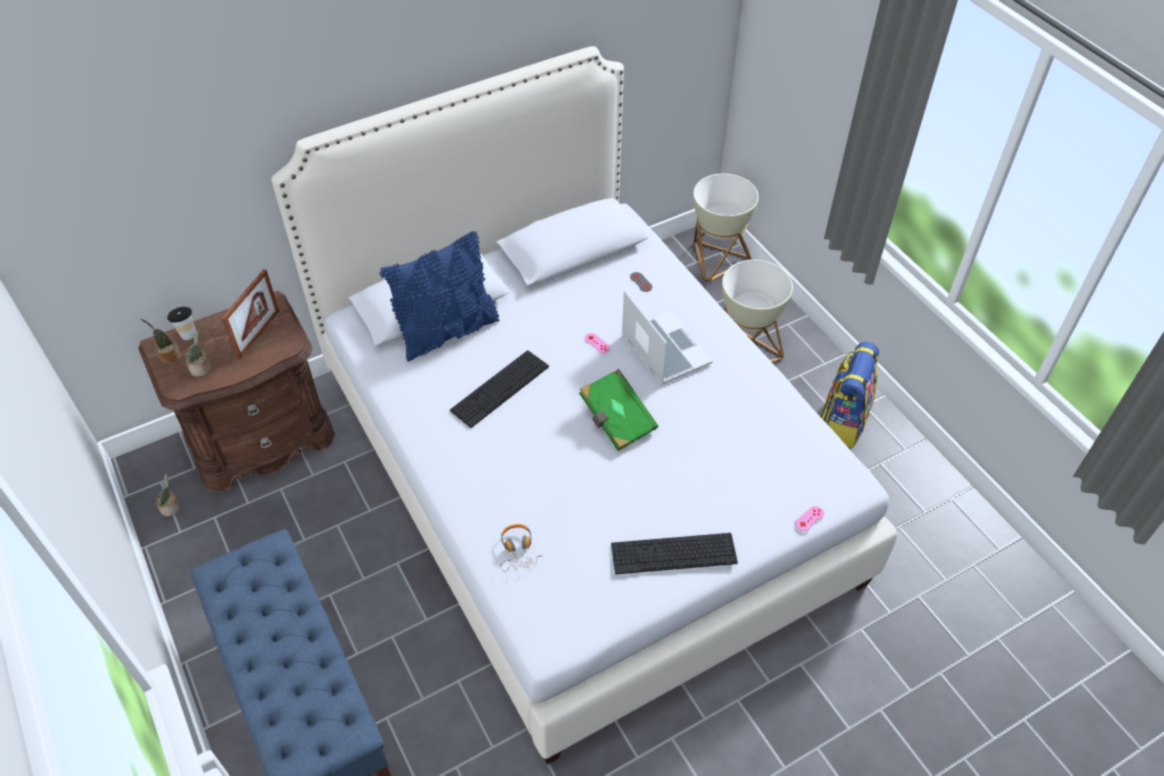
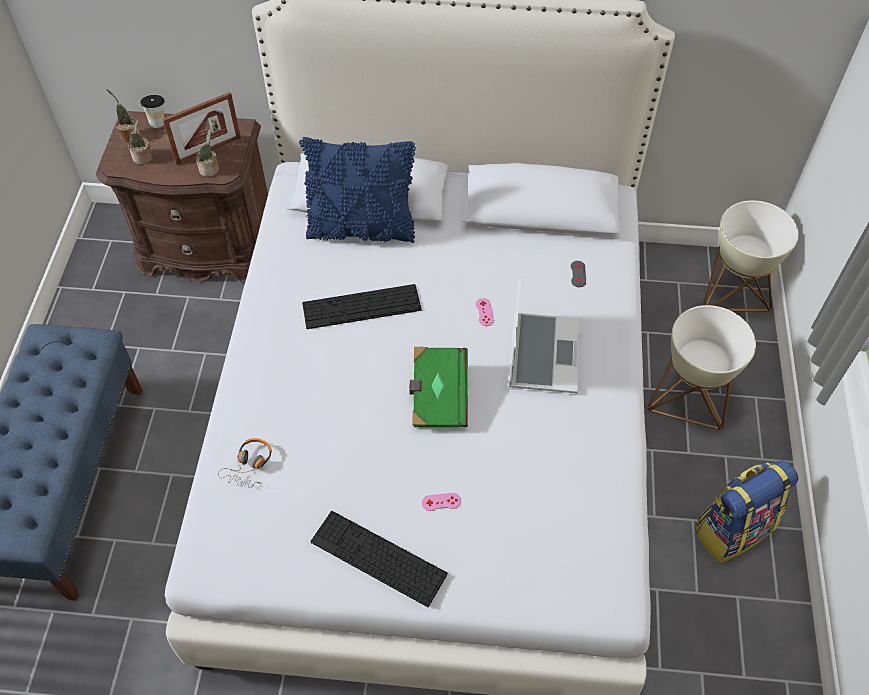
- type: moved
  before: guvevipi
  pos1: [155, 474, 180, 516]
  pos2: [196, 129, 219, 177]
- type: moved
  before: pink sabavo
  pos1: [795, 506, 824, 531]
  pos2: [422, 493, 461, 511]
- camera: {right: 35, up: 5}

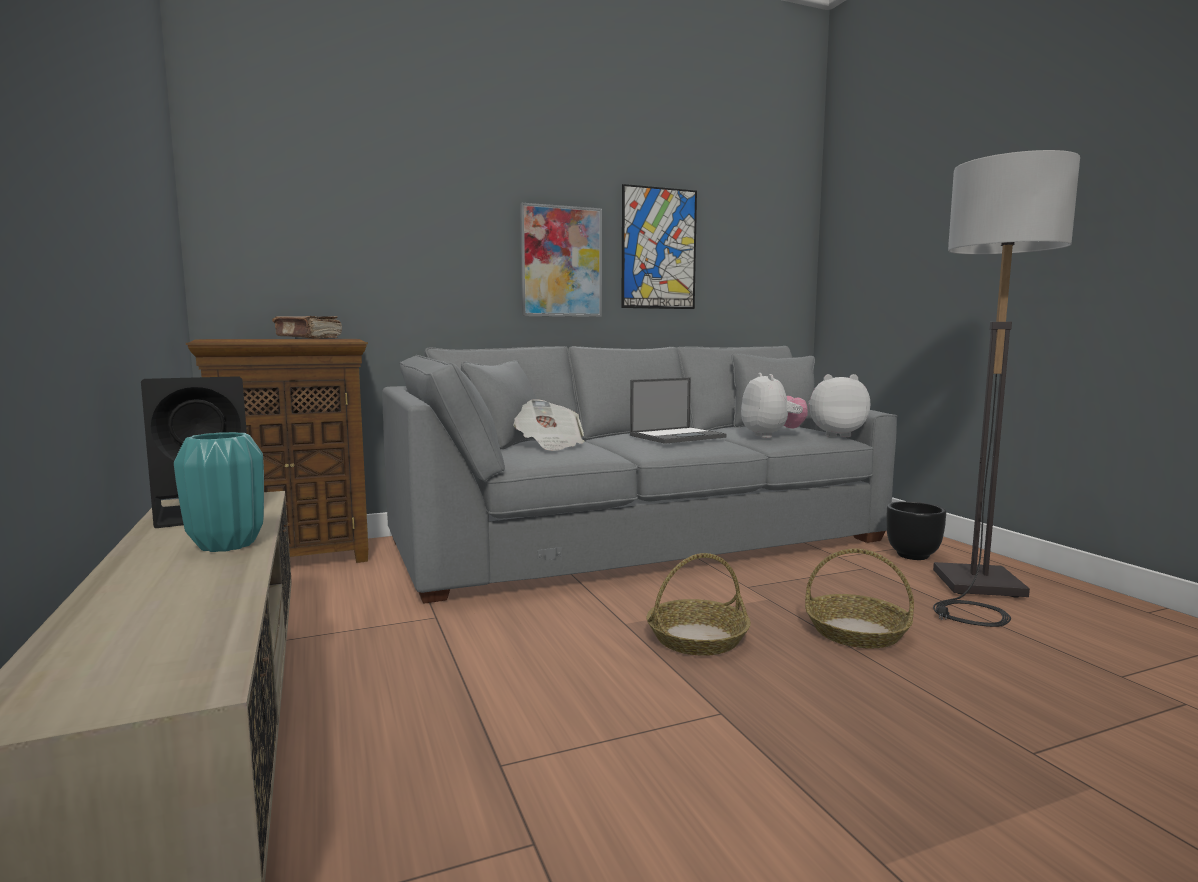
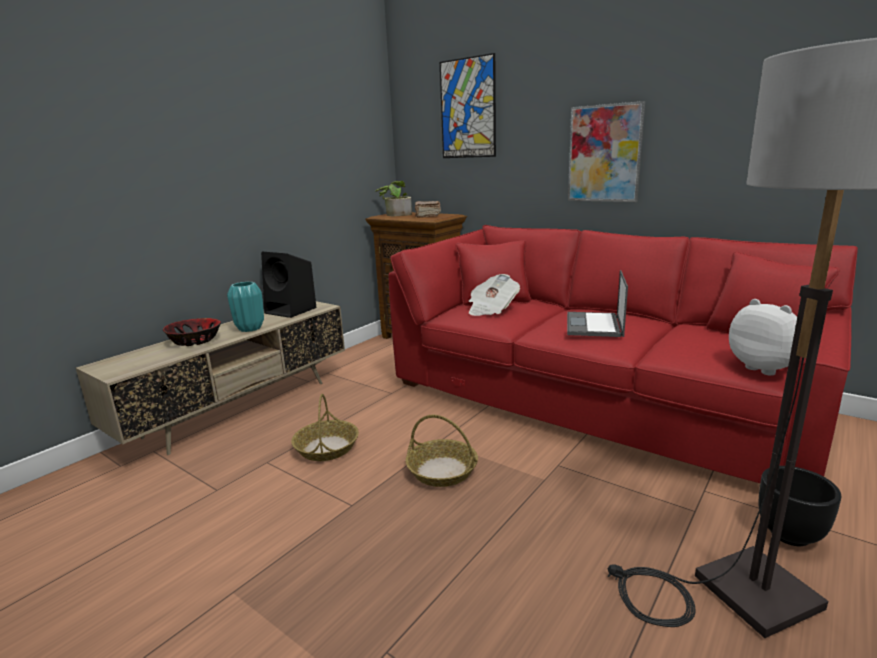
- type: added
  after: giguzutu
  pos2: [163, 318, 221, 346]
- type: moved
  before: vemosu
  pos1: [805, 549, 914, 648]
  pos2: [291, 394, 359, 461]
- type: added
  after: guvevipi
  pos2: [375, 181, 412, 216]
- type: recoloured
  before: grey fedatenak
  after: red fedatenak
  pos1: [382, 346, 898, 603]
  pos2: [388, 225, 858, 483]
- type: moved
  before: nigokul
  pos1: [621, 184, 697, 309]
  pos2: [440, 53, 496, 158]
- type: turned
  before: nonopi
  pos1: [630, 377, 727, 444]
  pos2: [567, 270, 628, 337]
  turn: 75
- type: removed
  before: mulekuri
  pos1: [741, 373, 808, 438]
- camera: {right: 60, up: 10}

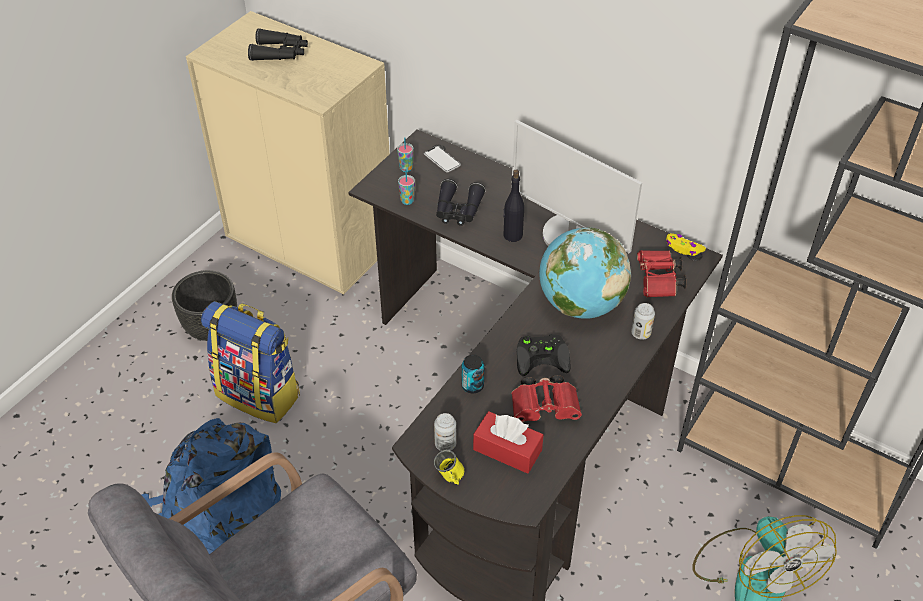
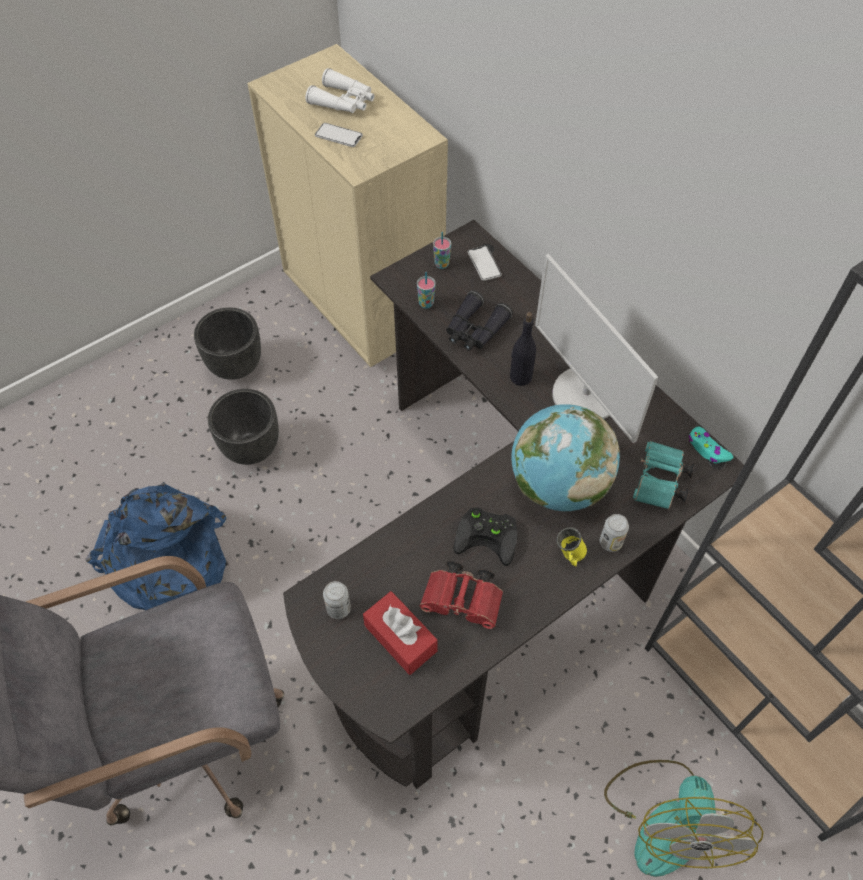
- type: replaced
  before: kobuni
  after: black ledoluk
  pos1: [201, 301, 300, 423]
  pos2: [208, 389, 279, 465]
- type: recoloured
  before: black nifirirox
  after: white nifirirox
  pos1: [248, 28, 308, 61]
  pos2: [305, 68, 375, 113]
- type: added
  after: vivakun
  pos2: [315, 123, 363, 147]
- type: moved
  before: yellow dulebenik
  pos1: [434, 450, 464, 485]
  pos2: [557, 527, 587, 567]
- type: recoloured
  before: red nifirirox
  after: turquoise nifirirox
  pos1: [637, 250, 687, 298]
  pos2: [633, 441, 695, 509]
- type: recoloured
  before: yellow sabavo
  after: turquoise sabavo
  pos1: [666, 233, 706, 256]
  pos2: [689, 427, 733, 464]
- type: removed
  before: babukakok
  pos1: [462, 355, 485, 393]
- camera: {right: 20, up: 10}

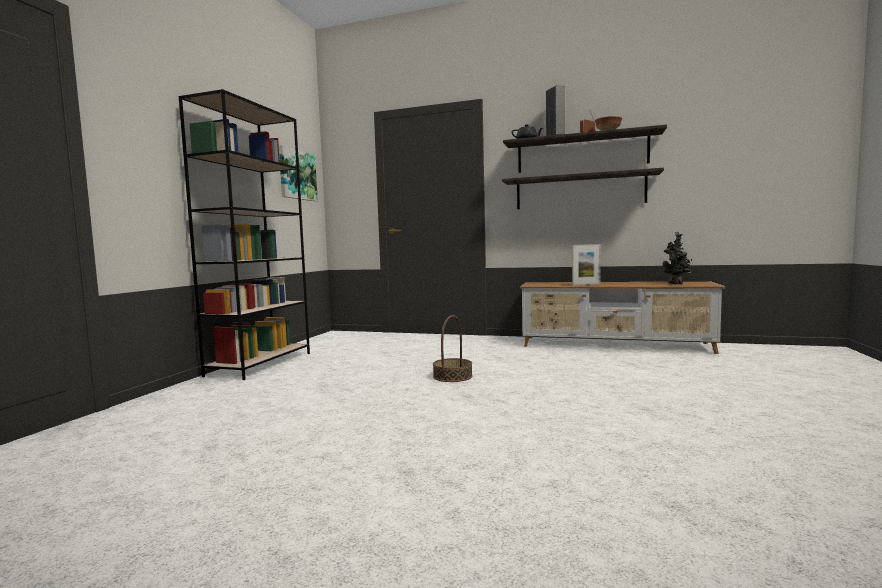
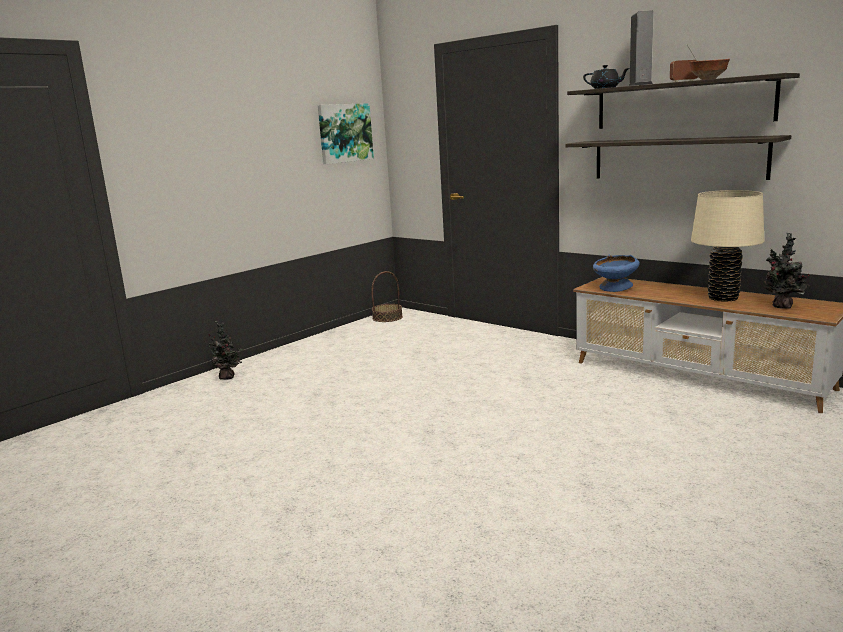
- type: added
  after: guvevipi
  pos2: [204, 321, 243, 380]
- type: moved
  before: vemosu
  pos1: [433, 315, 473, 382]
  pos2: [371, 271, 403, 322]
- type: added
  after: blue giguzutu
  pos2: [593, 255, 640, 292]
- type: added
  after: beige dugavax
  pos2: [691, 190, 764, 302]
- type: removed
  before: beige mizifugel
  pos1: [179, 89, 310, 380]
- type: removed
  before: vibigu
  pos1: [572, 244, 601, 285]
- camera: {right: 25, up: 10}

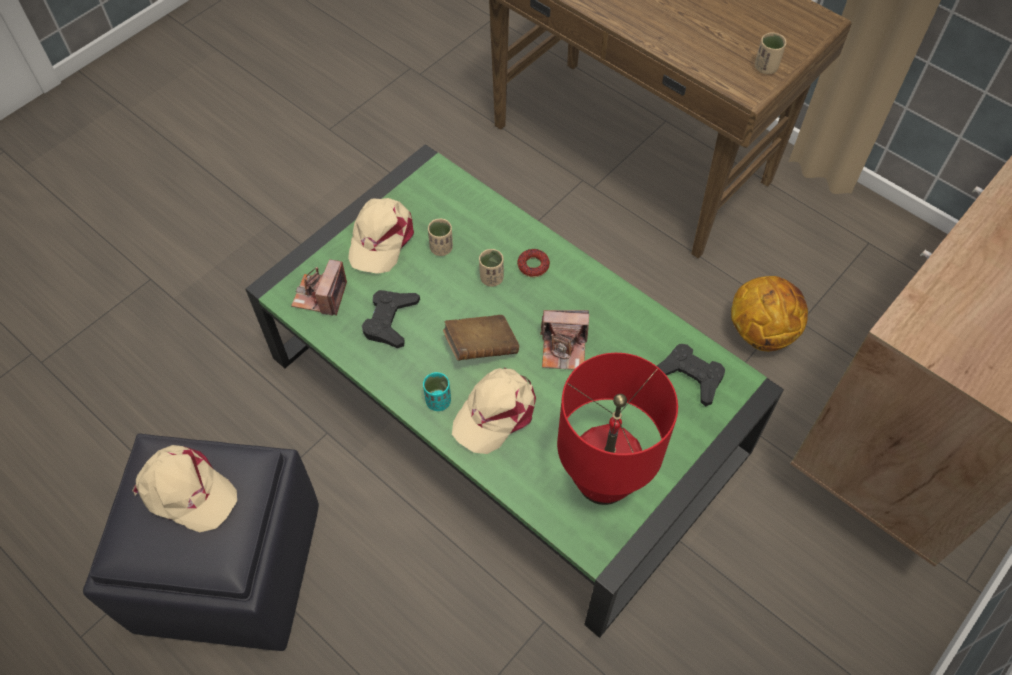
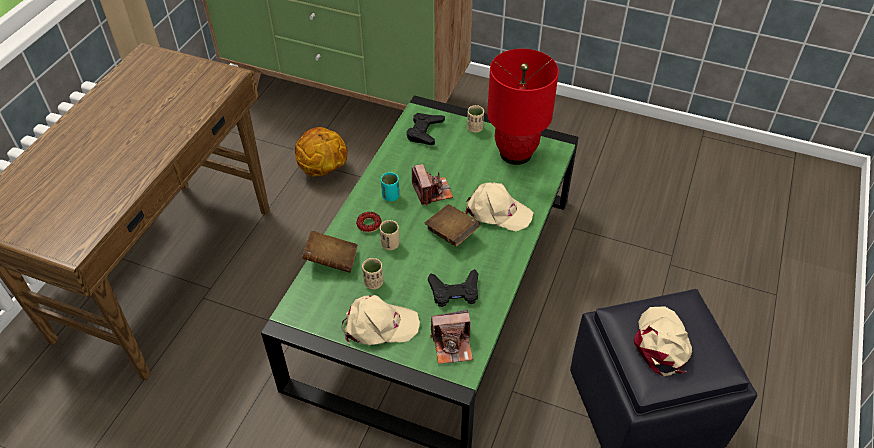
- type: added
  after: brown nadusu
  pos2: [302, 231, 358, 273]
- type: moved
  before: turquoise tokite
  pos1: [423, 372, 451, 411]
  pos2: [381, 172, 400, 201]
- type: moved
  before: beige tokite
  pos1: [755, 33, 786, 74]
  pos2: [467, 105, 484, 133]
- camera: {right: -110, up: -10}

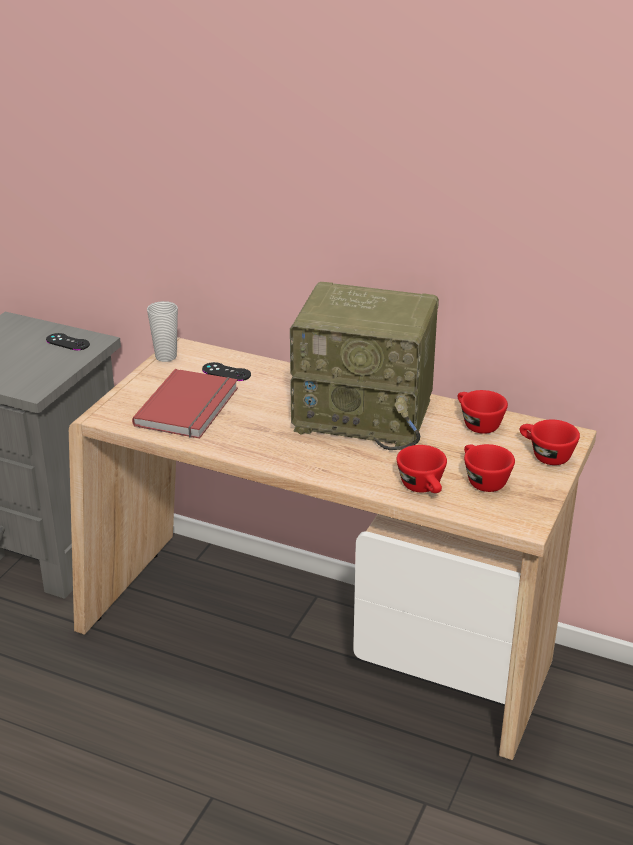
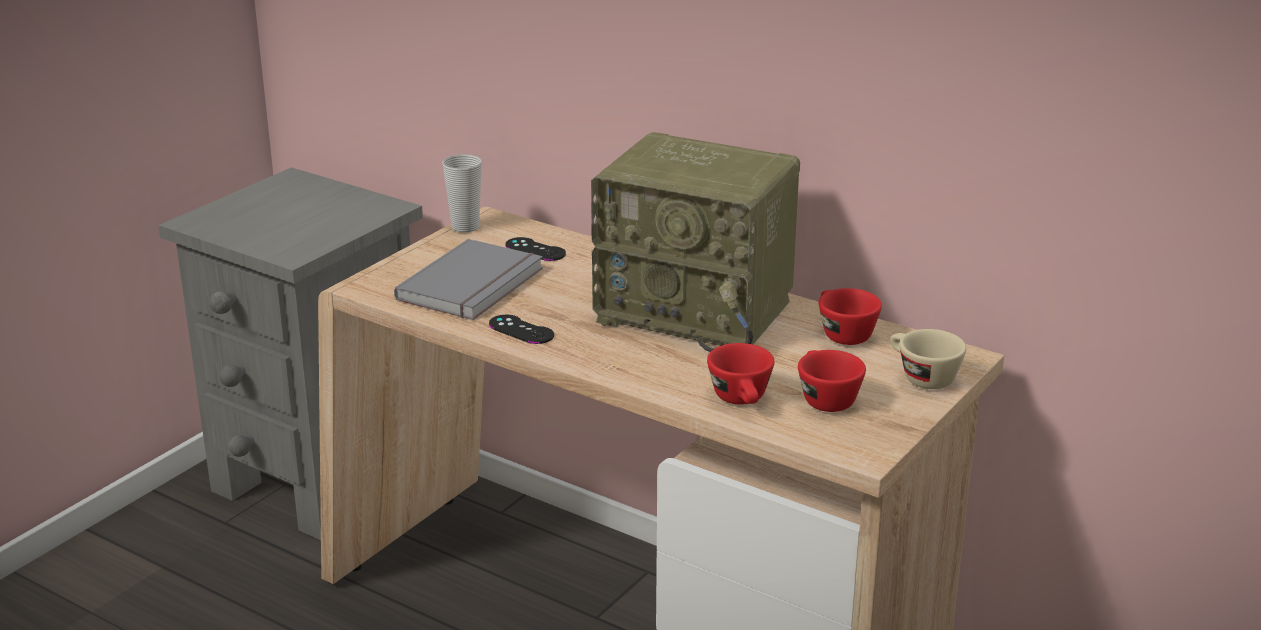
- type: recoloured
  before: red nadusu
  after: grey nadusu
  pos1: [132, 369, 238, 438]
  pos2: [394, 239, 543, 320]
- type: moved
  before: black sabavo
  pos1: [46, 333, 90, 350]
  pos2: [489, 315, 554, 344]
- type: recoloured
  before: red tokite
  after: beige tokite
  pos1: [520, 420, 580, 465]
  pos2: [890, 329, 966, 389]
- camera: {right: 10, up: -5}

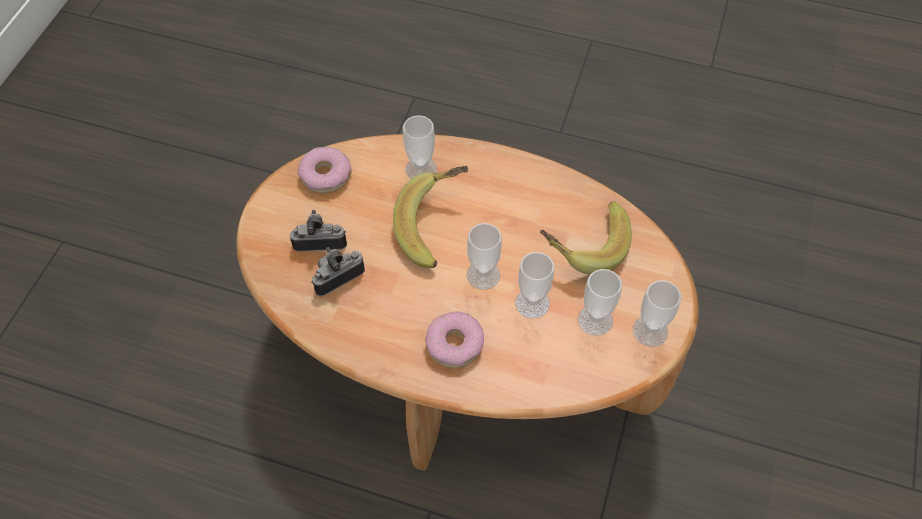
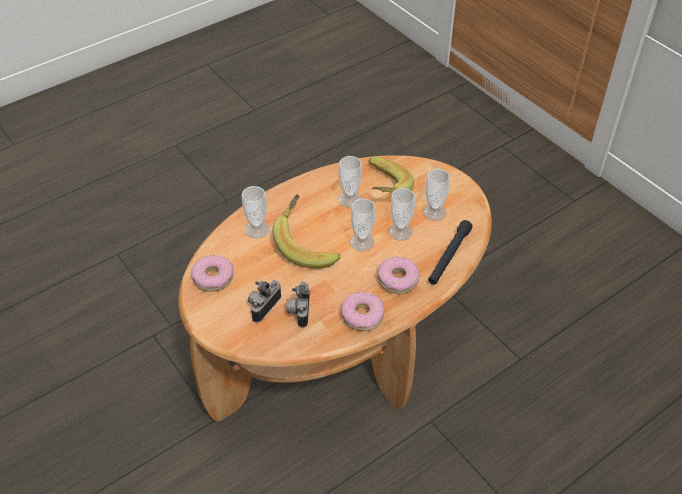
- type: moved
  before: tokite
  pos1: [633, 280, 681, 347]
  pos2: [338, 156, 362, 208]
- type: added
  after: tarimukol
  pos2: [341, 292, 384, 331]
- type: added
  after: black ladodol
  pos2: [428, 220, 473, 284]
- camera: {right: -55, up: -10}

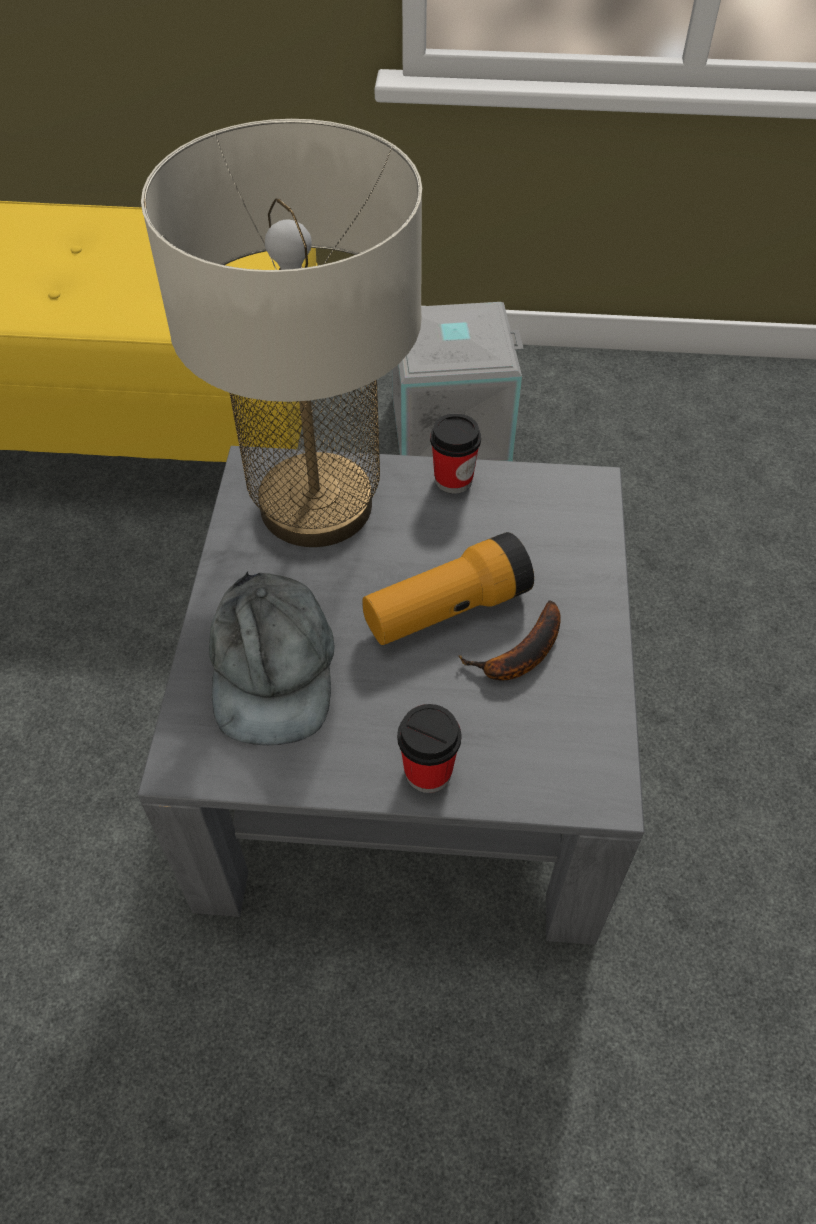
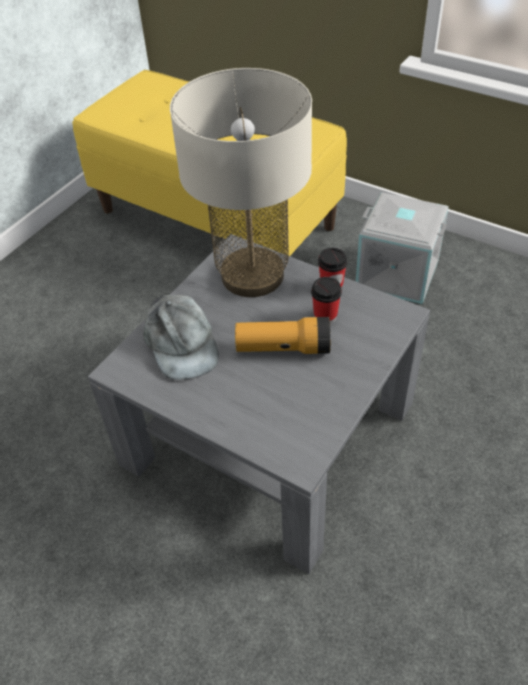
- type: turned
  before: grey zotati
  pos1: [209, 571, 335, 745]
  pos2: [143, 295, 219, 380]
  turn: -45
- type: moved
  before: tokite
  pos1: [397, 704, 461, 793]
  pos2: [311, 277, 342, 324]
- type: removed
  before: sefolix
  pos1: [458, 601, 561, 681]
- camera: {right: 30, up: -5}

